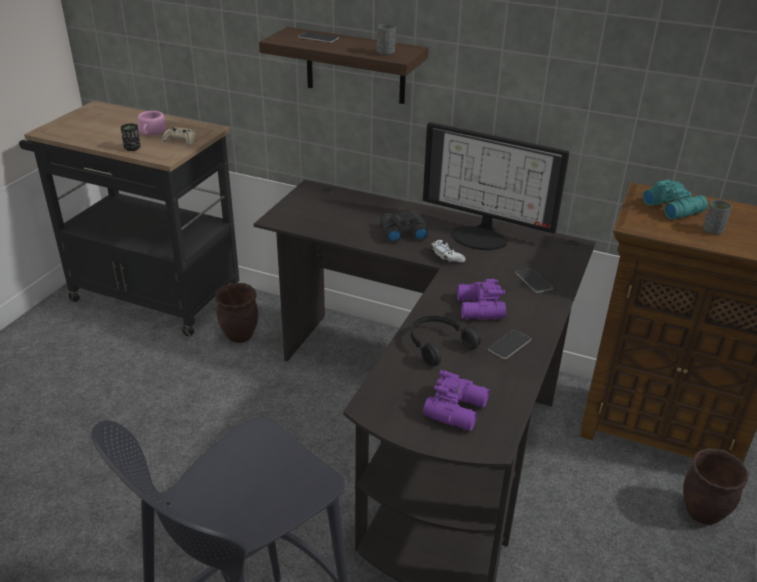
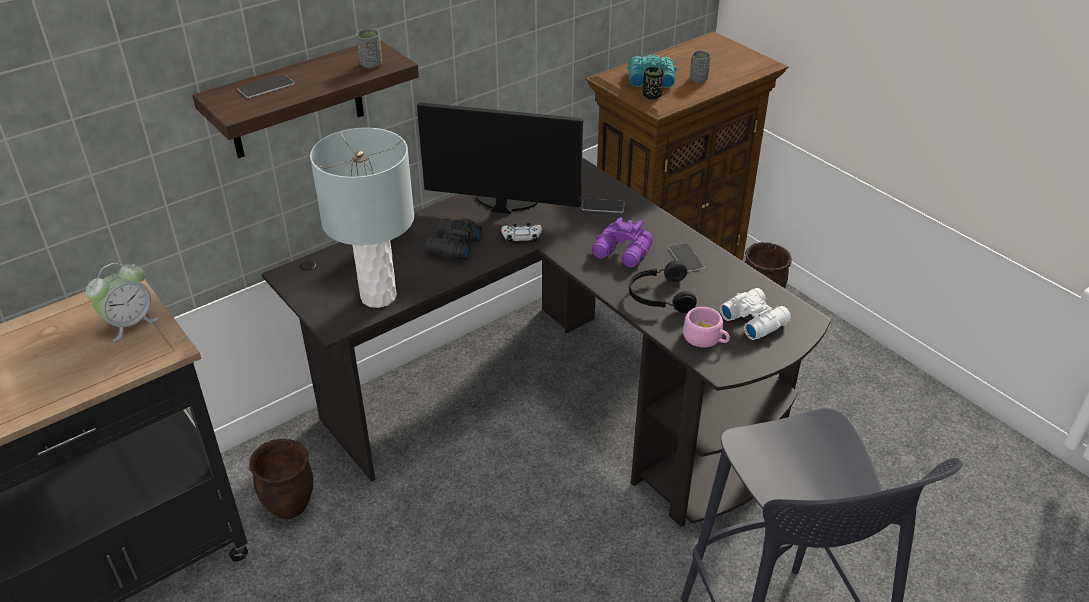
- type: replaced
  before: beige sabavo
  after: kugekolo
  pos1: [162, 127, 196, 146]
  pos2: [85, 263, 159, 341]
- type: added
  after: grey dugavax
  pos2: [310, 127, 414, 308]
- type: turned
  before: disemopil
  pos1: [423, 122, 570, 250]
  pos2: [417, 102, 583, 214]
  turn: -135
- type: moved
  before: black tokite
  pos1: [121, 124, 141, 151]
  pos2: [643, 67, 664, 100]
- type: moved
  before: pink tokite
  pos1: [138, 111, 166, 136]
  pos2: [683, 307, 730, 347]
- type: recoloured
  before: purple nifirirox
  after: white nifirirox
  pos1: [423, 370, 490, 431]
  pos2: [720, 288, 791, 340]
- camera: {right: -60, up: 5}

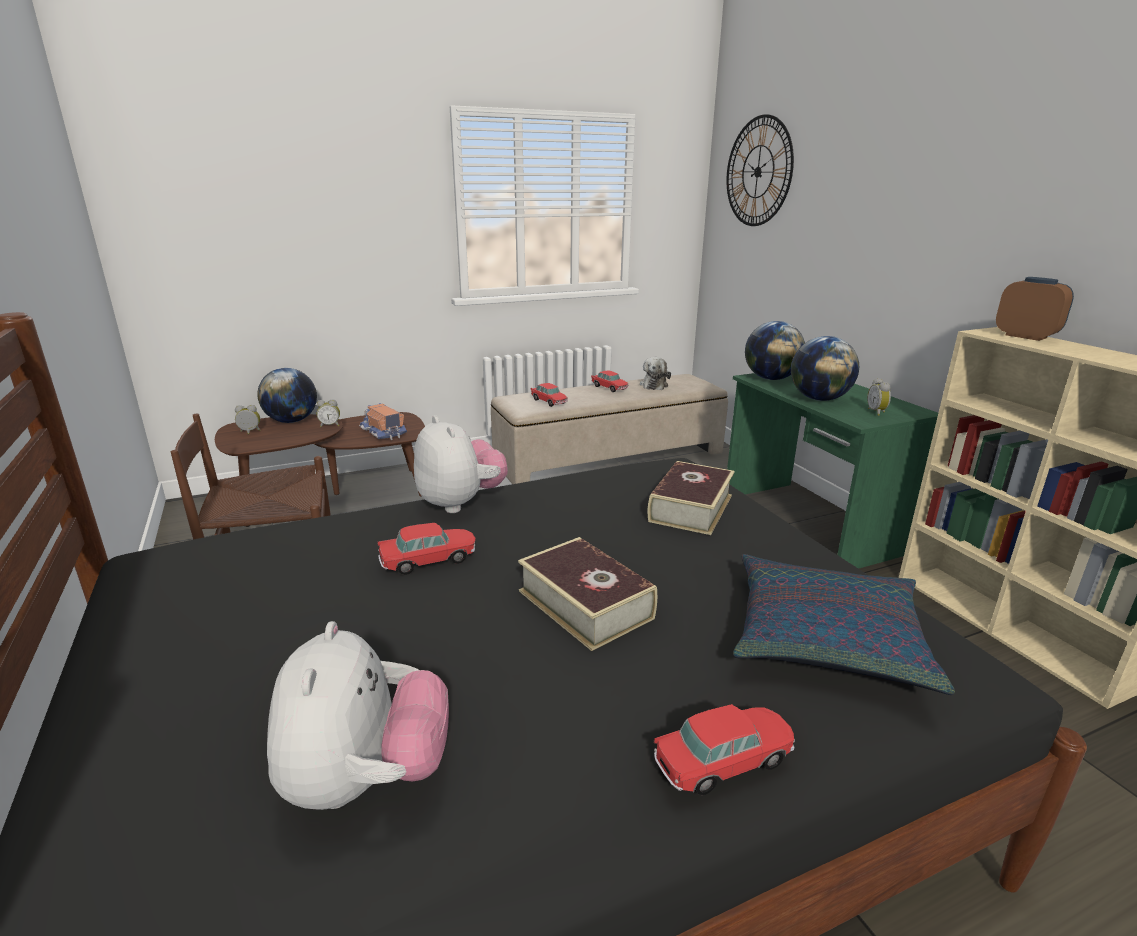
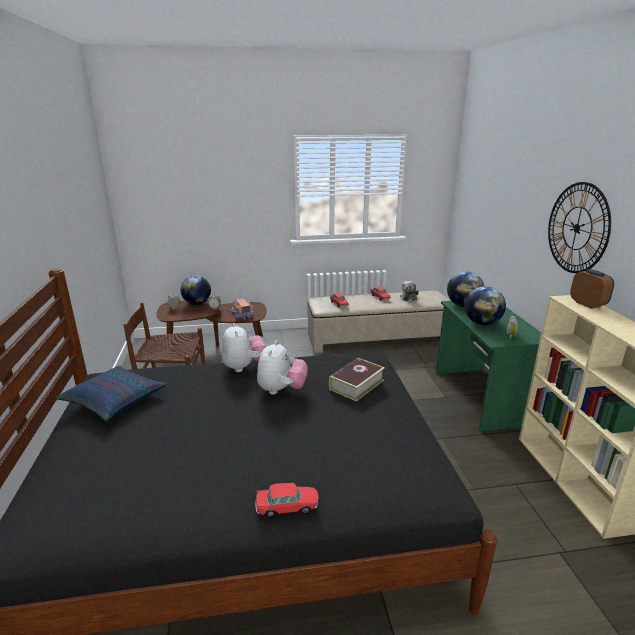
- type: moved
  before: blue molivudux
  pos1: [733, 554, 955, 695]
  pos2: [56, 365, 166, 422]
- type: moved
  before: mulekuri
  pos1: [267, 621, 449, 810]
  pos2: [257, 341, 308, 395]
- type: moved
  before: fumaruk
  pos1: [726, 114, 794, 226]
  pos2: [548, 182, 611, 273]
- type: removed
  before: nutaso
  pos1: [378, 523, 475, 575]
- type: removed
  before: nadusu
  pos1: [518, 537, 657, 651]
- camera: {right: 15, up: 0}

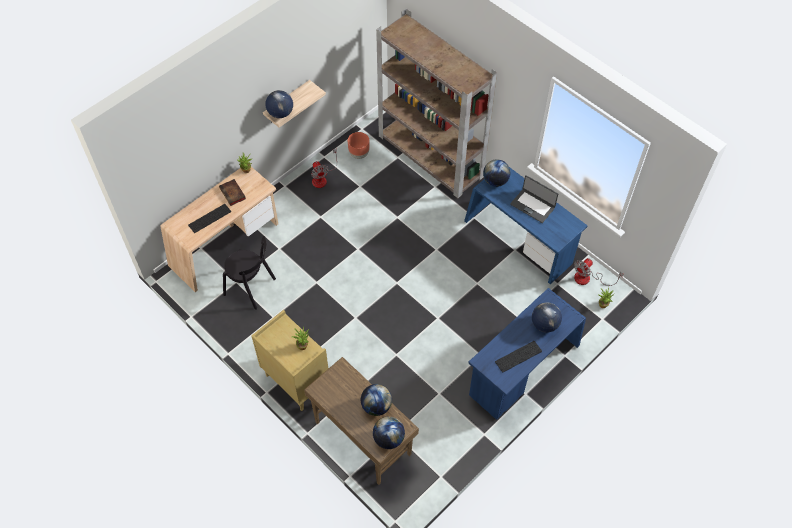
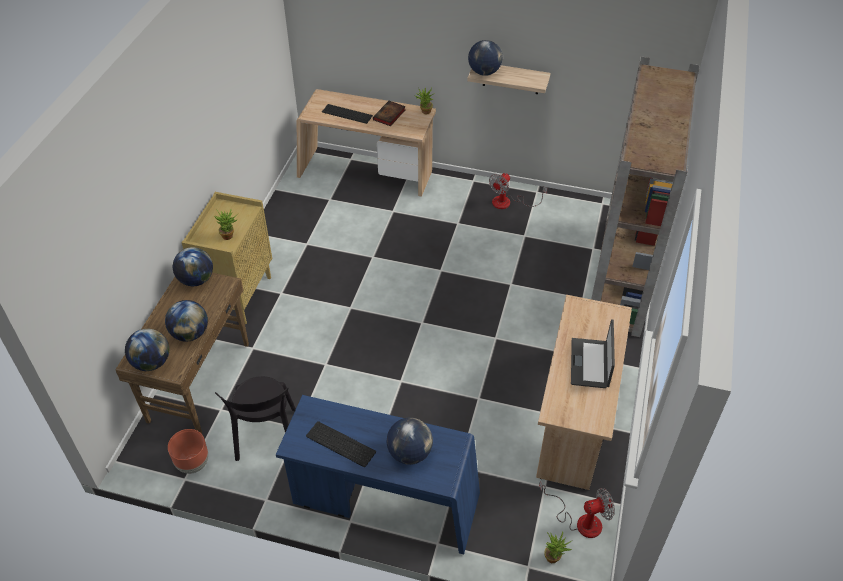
- type: moved
  before: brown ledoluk
  pos1: [348, 132, 369, 159]
  pos2: [168, 429, 208, 474]
- type: moved
  before: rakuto
  pos1: [483, 159, 510, 187]
  pos2: [173, 247, 213, 286]
- type: moved
  before: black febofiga
  pos1: [223, 236, 276, 310]
  pos2: [215, 376, 296, 461]
- type: recoloured
  before: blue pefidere
  after: beige pefidere
  pos1: [464, 167, 588, 284]
  pos2: [536, 295, 632, 490]
- type: turned
  before: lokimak
  pos1: [574, 258, 624, 286]
  pos2: [539, 481, 615, 538]
  turn: 150
- camera: {right: 60, up: -10}

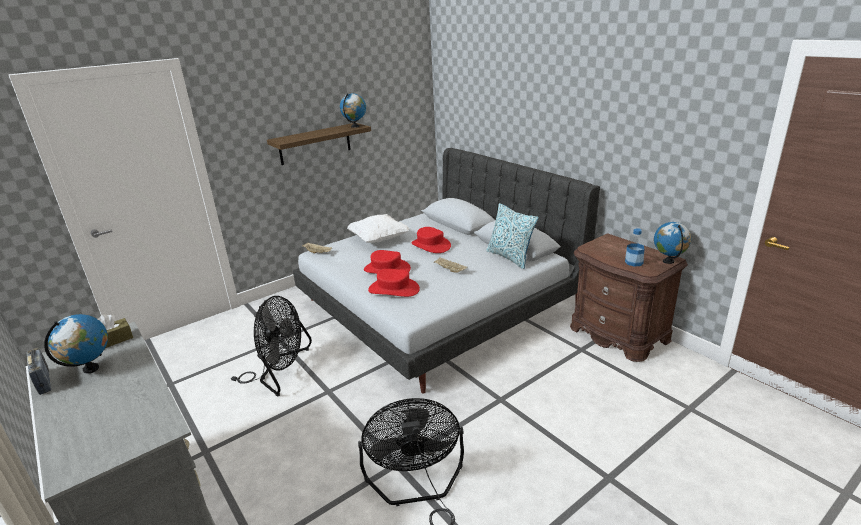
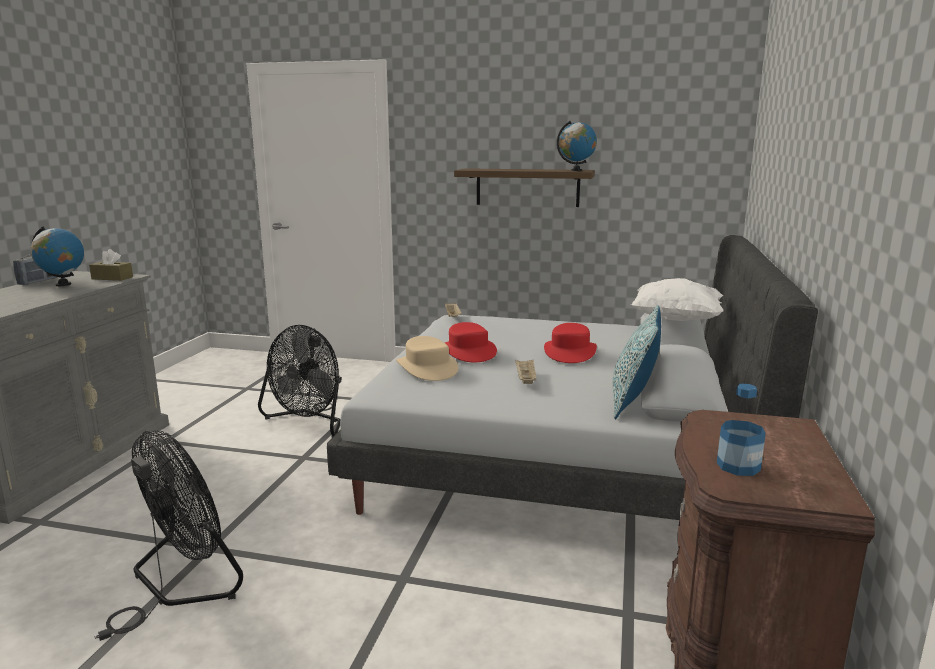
- type: turned
  before: black lokimak
  pos1: [231, 296, 312, 397]
  pos2: [258, 325, 342, 437]
  turn: 60
- type: recoloured
  before: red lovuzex
  after: beige lovuzex
  pos1: [368, 269, 420, 297]
  pos2: [396, 336, 458, 381]
- type: moved
  before: white molivudux
  pos1: [347, 214, 410, 243]
  pos2: [631, 278, 724, 321]
- type: removed
  before: rakuto
  pos1: [654, 222, 691, 264]
- camera: {right: 50, up: -10}

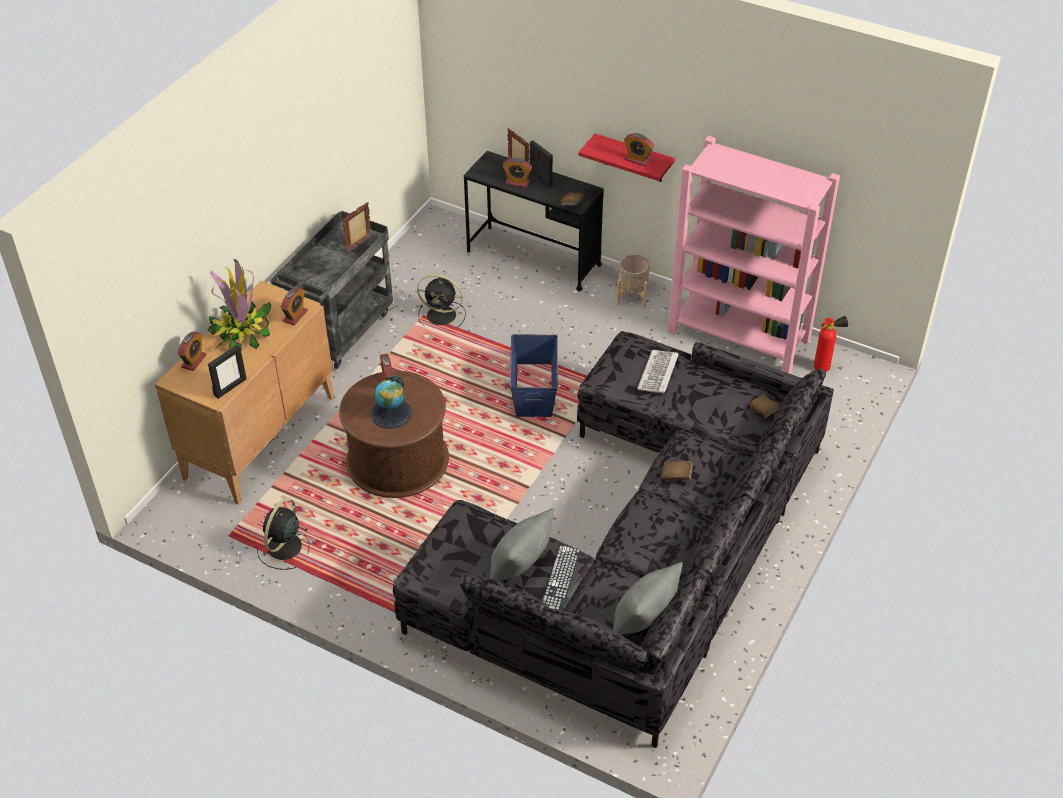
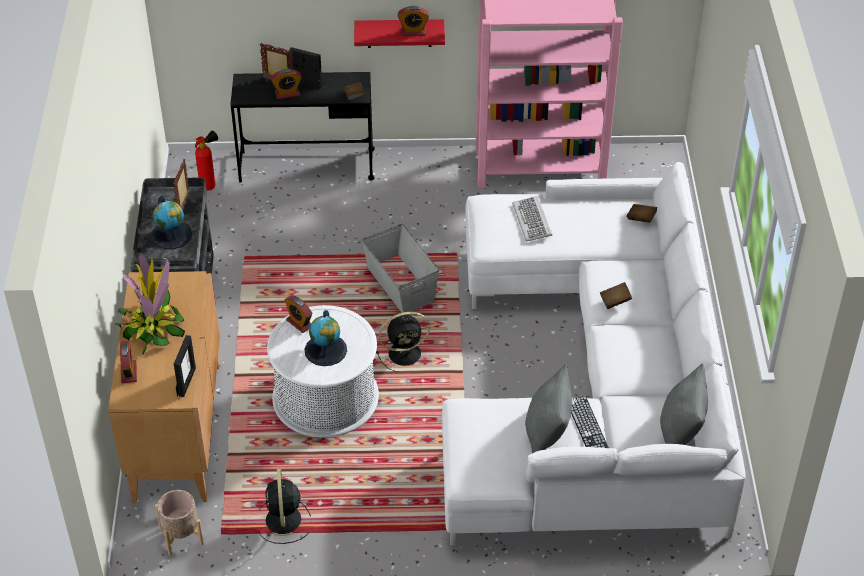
- type: added
  after: rakuto
  pos2: [151, 196, 192, 249]
- type: moved
  before: beige ledoluk
  pos1: [617, 255, 650, 307]
  pos2: [155, 490, 204, 555]
- type: moved
  before: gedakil
  pos1: [814, 316, 848, 372]
  pos2: [195, 131, 218, 191]
- type: recoloured
  before: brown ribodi
  after: white ribodi
  pos1: [339, 371, 449, 498]
  pos2: [267, 305, 379, 438]
- type: recoloured
  before: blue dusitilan
  after: grey dusitilan
  pos1: [510, 334, 558, 417]
  pos2: [362, 224, 439, 313]
- type: moved
  before: black lokimak
  pos1: [417, 274, 466, 327]
  pos2: [376, 312, 430, 372]
- type: recoloured
  before: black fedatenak
  after: white fedatenak
  pos1: [393, 331, 834, 748]
  pos2: [442, 162, 746, 545]
- type: removed
  before: kugekolo
  pos1: [281, 287, 308, 325]
- camera: {right: -30, up: 0}

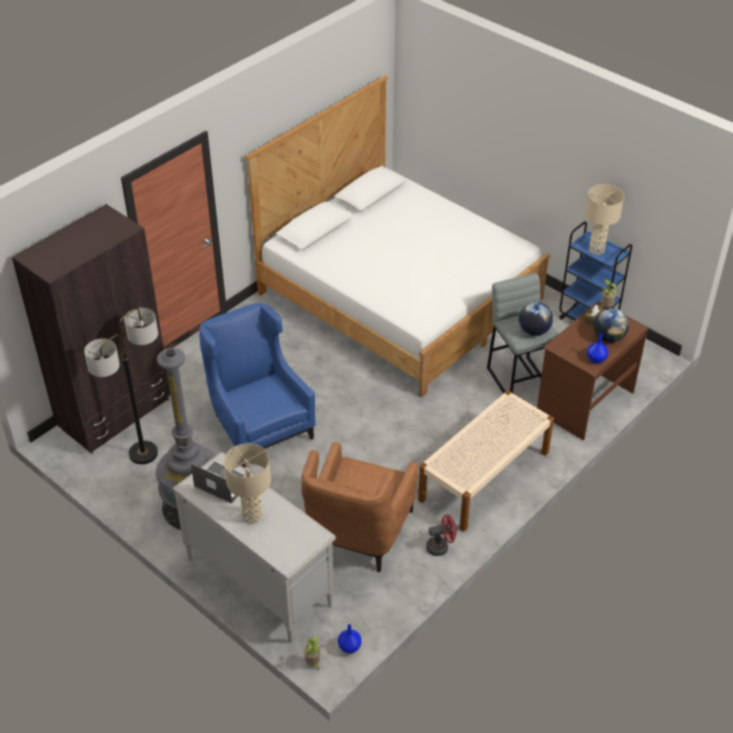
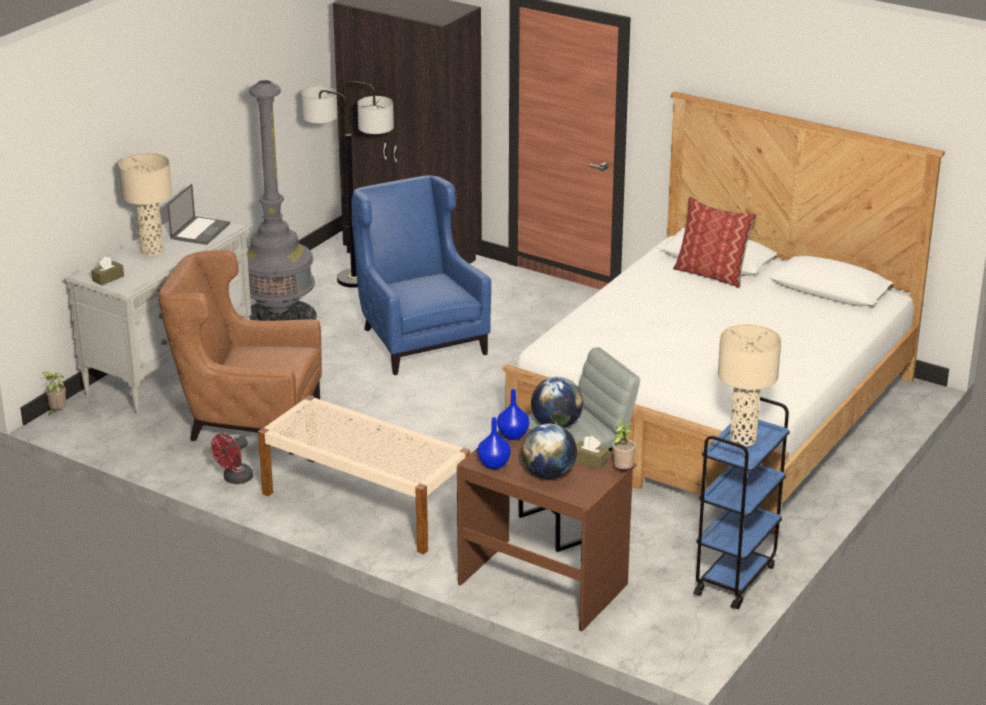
- type: added
  after: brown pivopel
  pos2: [91, 256, 124, 286]
- type: turned
  before: red lokimak
  pos1: [426, 514, 456, 556]
  pos2: [211, 433, 253, 484]
  turn: 60
- type: turned
  before: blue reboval
  pos1: [199, 303, 315, 468]
  pos2: [351, 176, 491, 375]
  turn: -75
- type: moved
  before: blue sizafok
  pos1: [338, 624, 362, 654]
  pos2: [497, 389, 529, 440]
- type: added
  after: molivudux
  pos2: [673, 196, 757, 288]
- camera: {right: 80, up: -15}

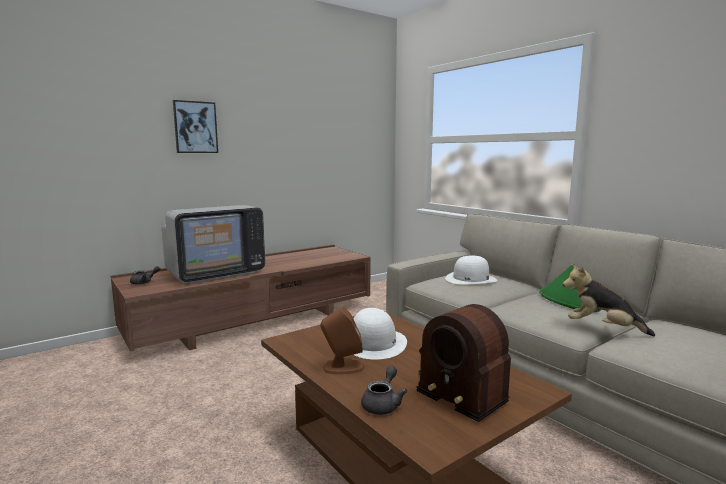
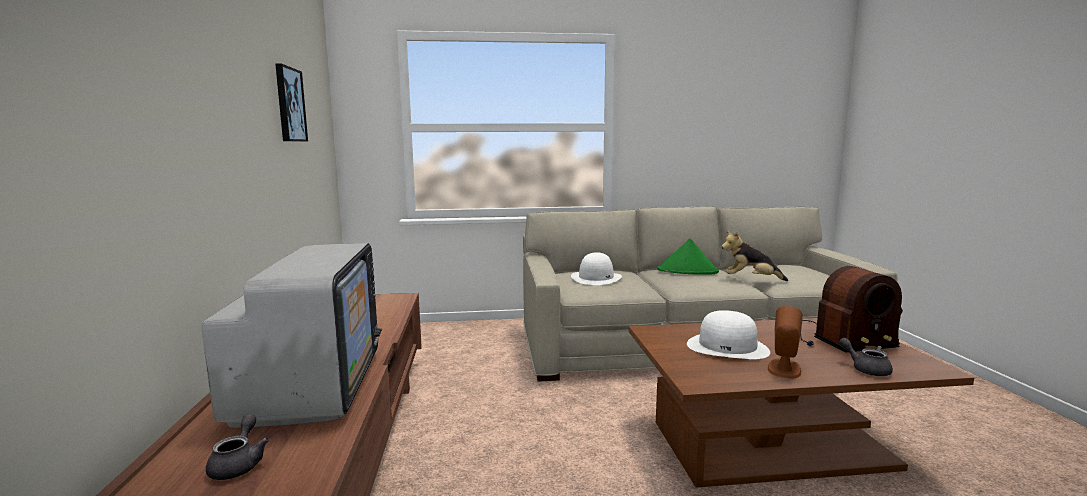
- type: moved
  before: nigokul
  pos1: [173, 100, 218, 153]
  pos2: [275, 64, 308, 141]
- type: turned
  before: mulekuri
  pos1: [563, 264, 655, 336]
  pos2: [721, 231, 788, 281]
  turn: 45
- camera: {right: -60, up: 0}

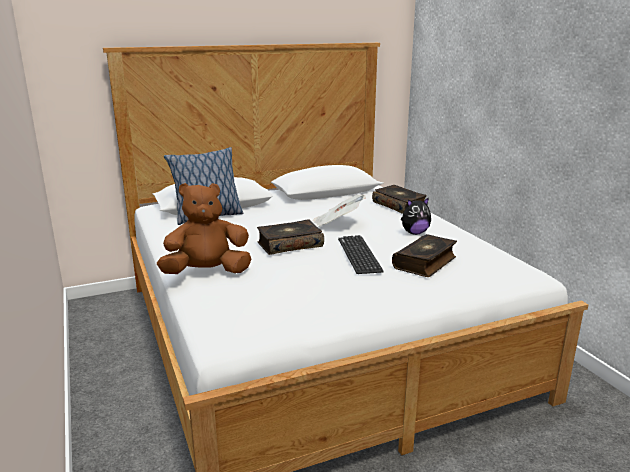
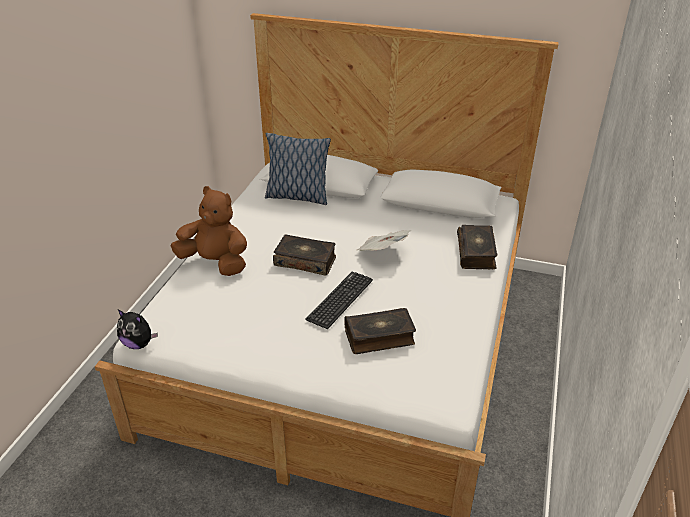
- type: moved
  before: mulekuri
  pos1: [401, 197, 431, 235]
  pos2: [117, 310, 158, 349]
- camera: {right: 40, up: 15}

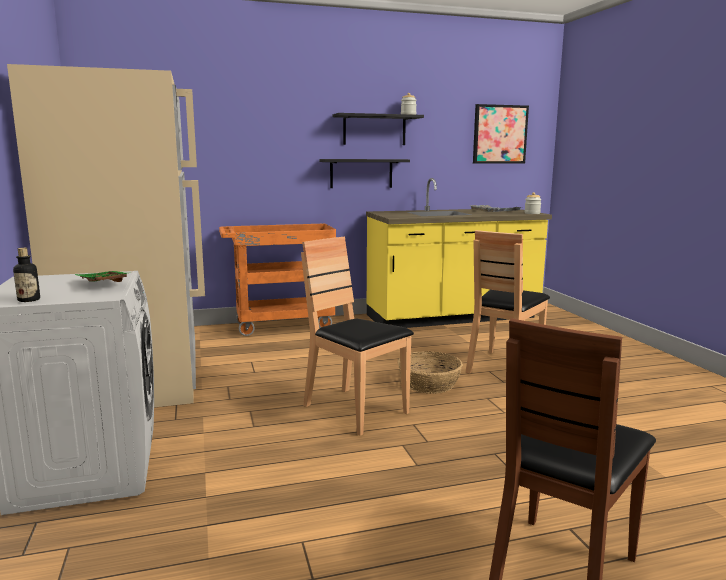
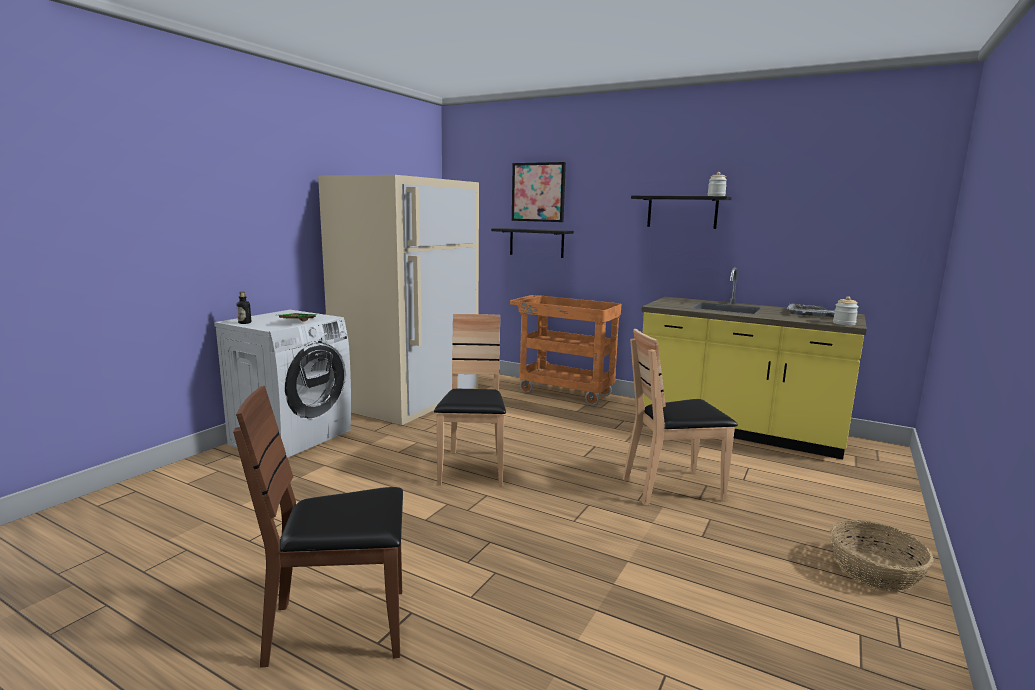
- type: moved
  before: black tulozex
  pos1: [319, 159, 410, 188]
  pos2: [491, 228, 574, 258]
- type: moved
  before: nigokul
  pos1: [473, 104, 529, 163]
  pos2: [512, 162, 566, 222]
- type: moved
  before: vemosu
  pos1: [397, 351, 463, 394]
  pos2: [830, 520, 934, 592]
- camera: {right: 45, up: 0}

